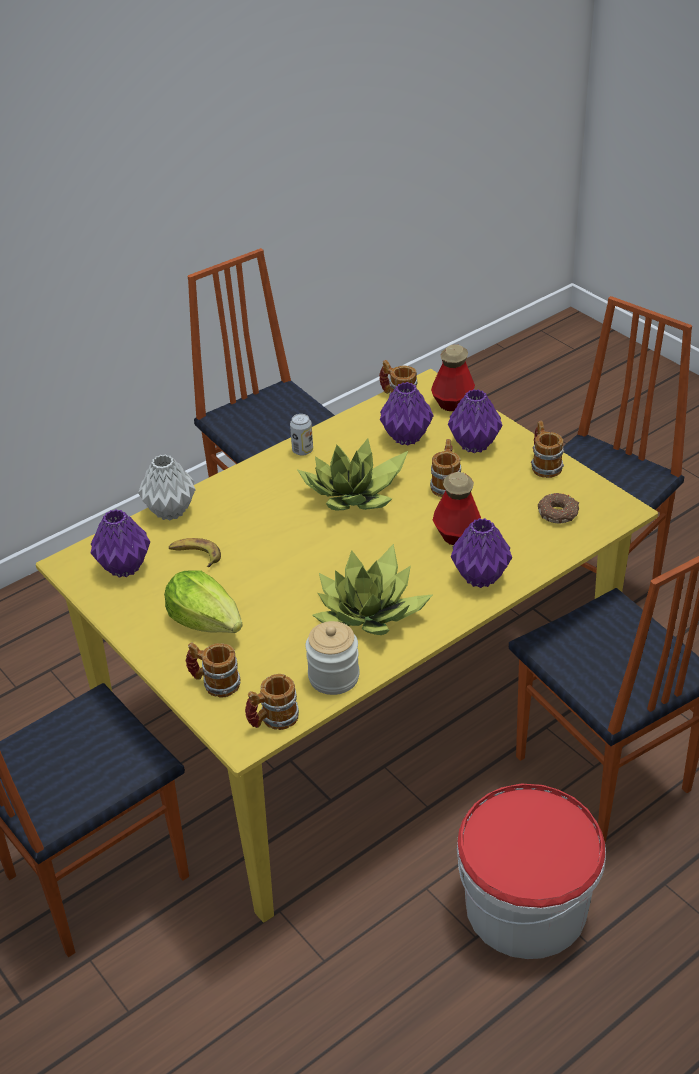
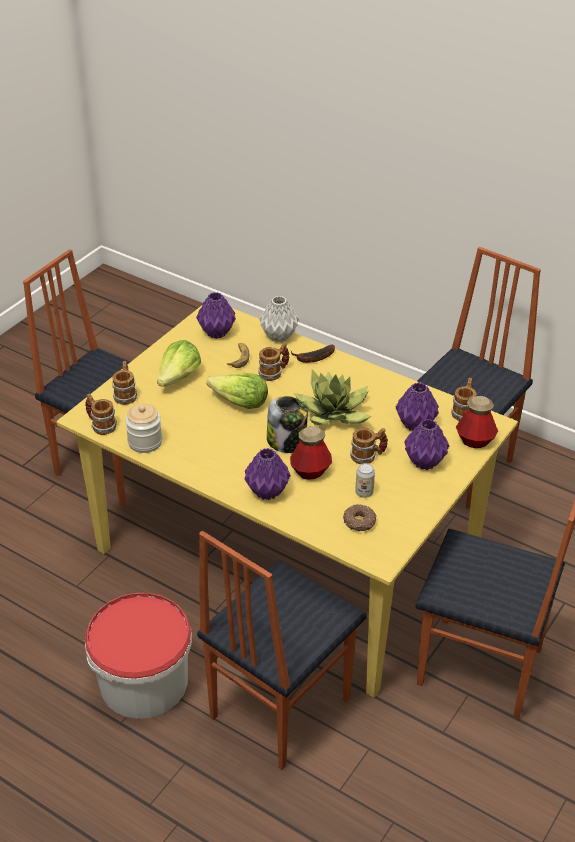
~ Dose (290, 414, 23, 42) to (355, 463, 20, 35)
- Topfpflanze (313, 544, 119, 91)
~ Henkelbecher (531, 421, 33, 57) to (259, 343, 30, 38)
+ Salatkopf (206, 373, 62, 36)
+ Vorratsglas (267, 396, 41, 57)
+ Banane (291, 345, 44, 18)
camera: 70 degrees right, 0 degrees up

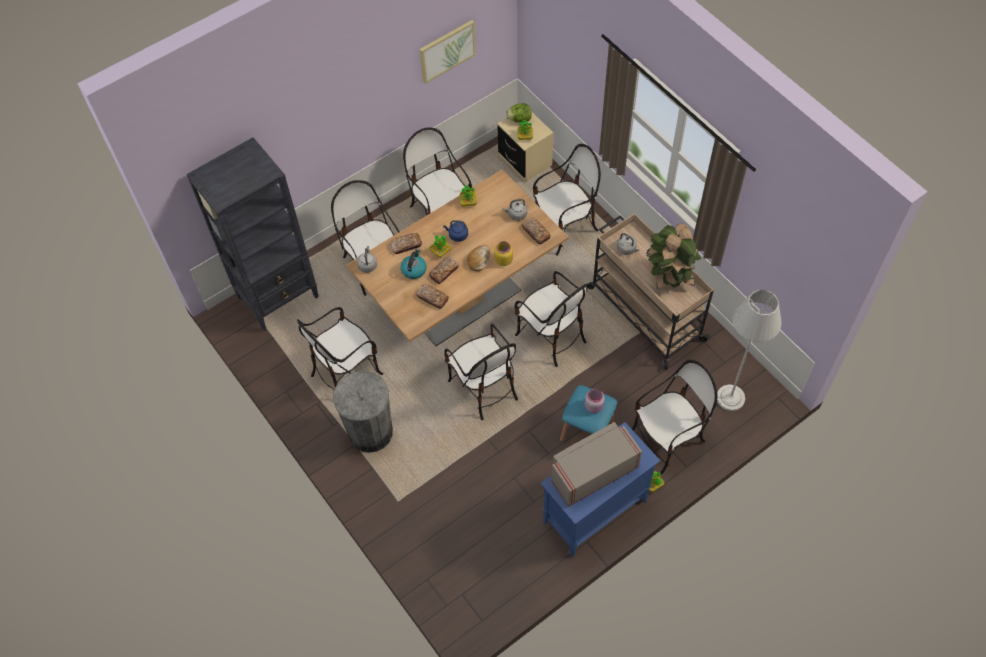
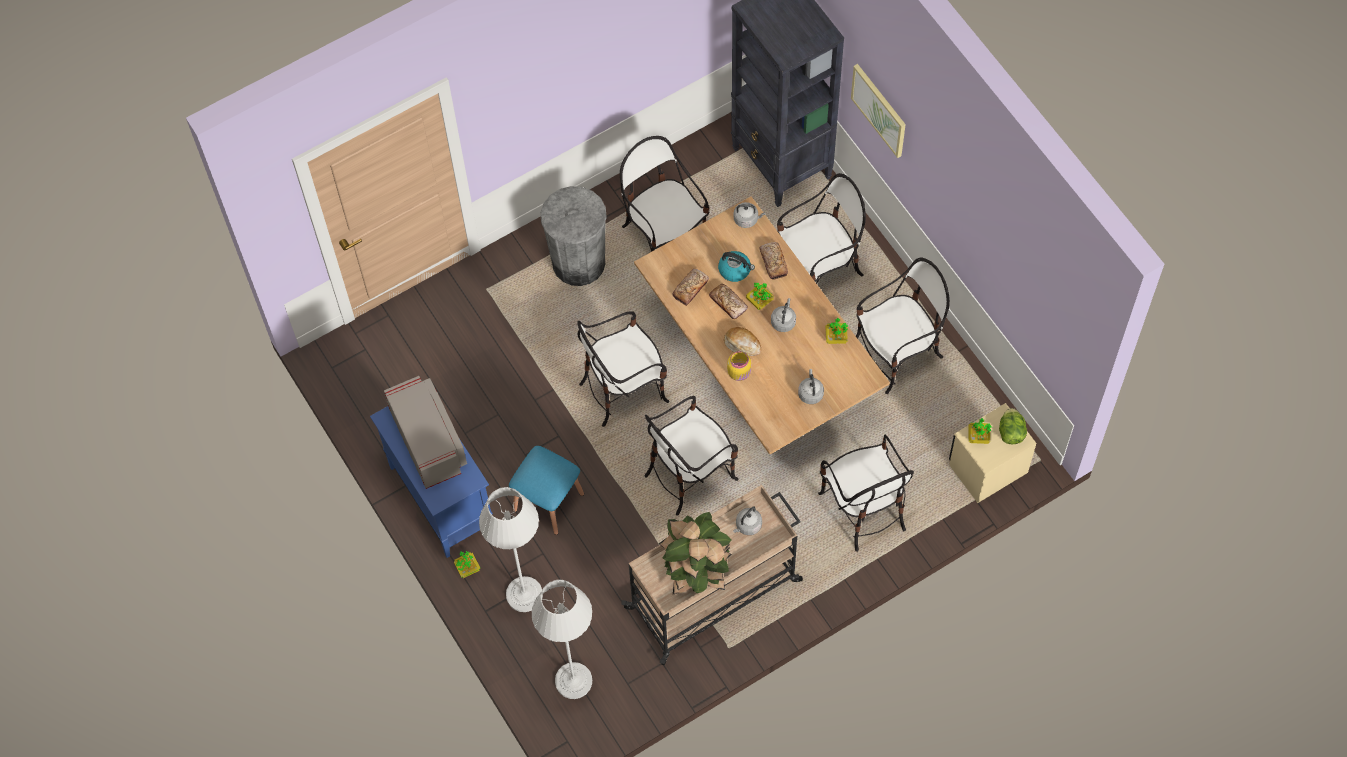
~ Bild (420, 20, 56, 64) to (851, 64, 55, 94)
~ Wasserkessel [blau] (443, 220, 25, 22) to Wasserkessel [grau] (771, 298, 25, 34)
- Brot (522, 218, 29, 26)
- Vorratsglas [rosa] (585, 389, 20, 24)
~ Stuhl (632, 360, 86, 114) to Stehlampe [grau] (479, 487, 64, 125)
camera: 95 degrees right, 5 degrees up

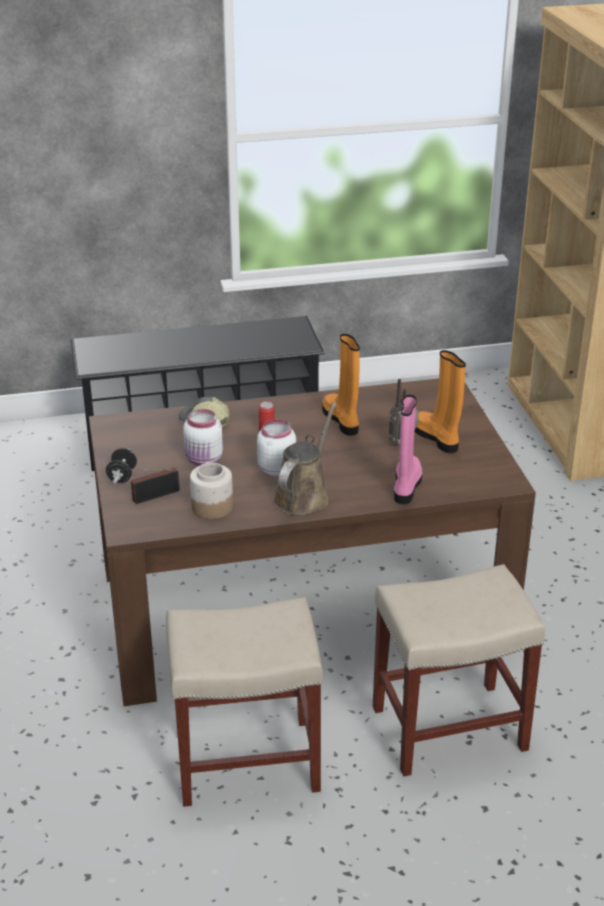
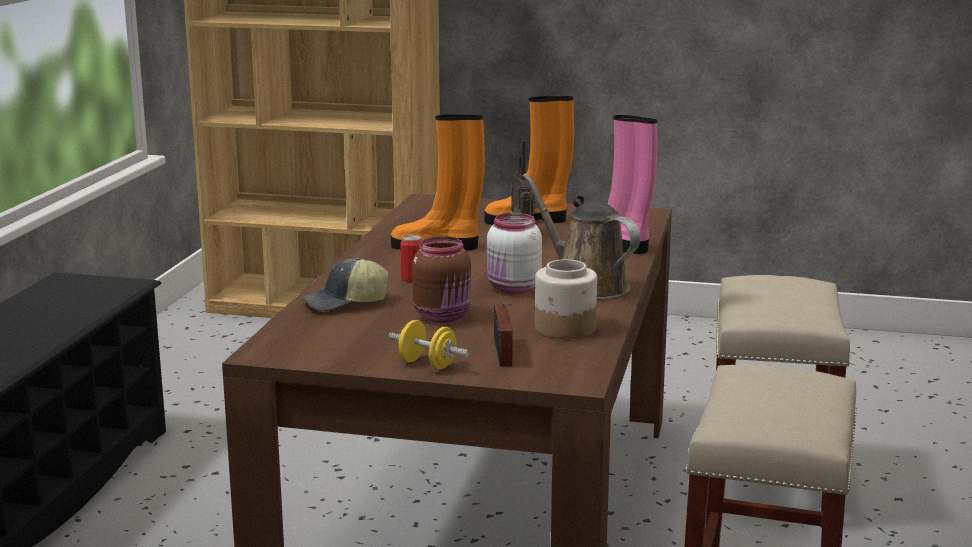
~ Hantel [schwarz] (106, 448, 31, 35) to Hantel [gelb] (388, 320, 81, 49)
~ Vorratsglas [weiß] (183, 409, 40, 57) to Vorratsglas [braun] (412, 236, 59, 87)
camera: 65 degrees left, 15 degrees down

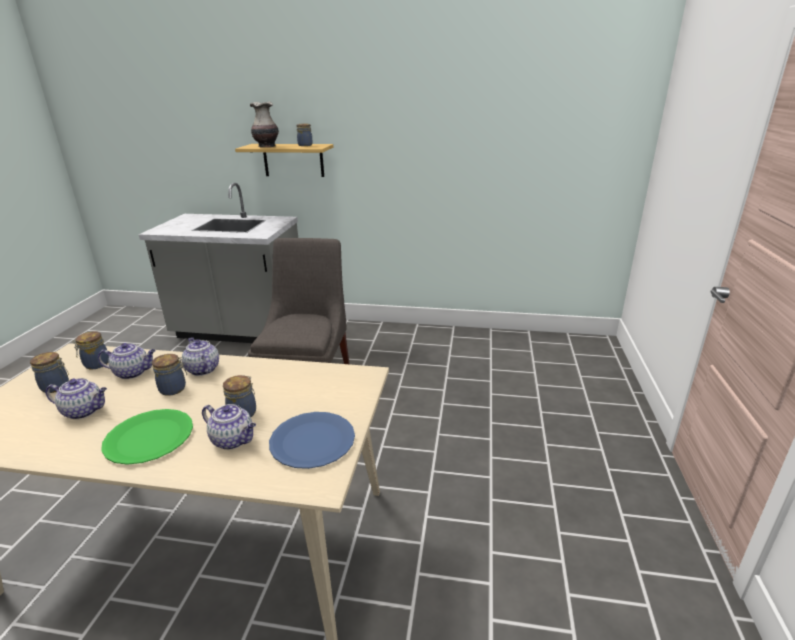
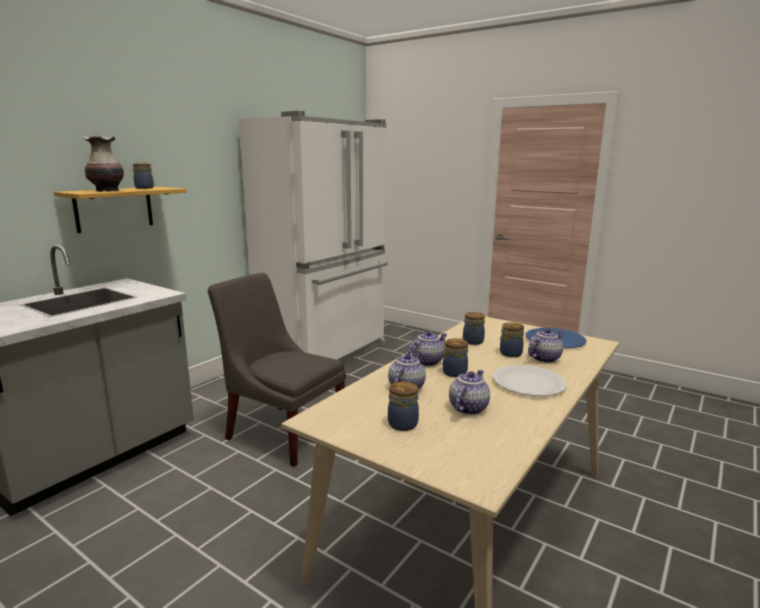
~ Vorratsglas (72, 331, 37, 38) to (463, 312, 22, 33)
~ Teller [grün] (101, 409, 92, 56) to Teller [weiß] (493, 365, 74, 31)
~ Teekanne (182, 337, 37, 39) = (408, 331, 39, 35) 150 degrees clockwise
+ Kühlschrank [weiß] (239, 111, 149, 252)
camera: 65 degrees left, 10 degrees down

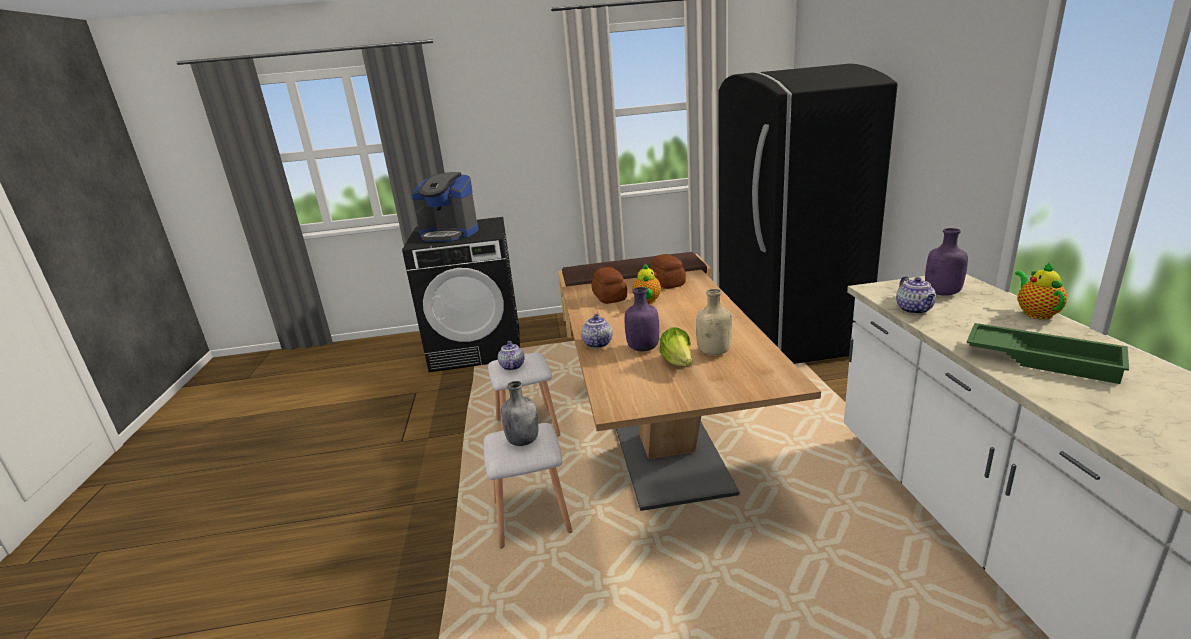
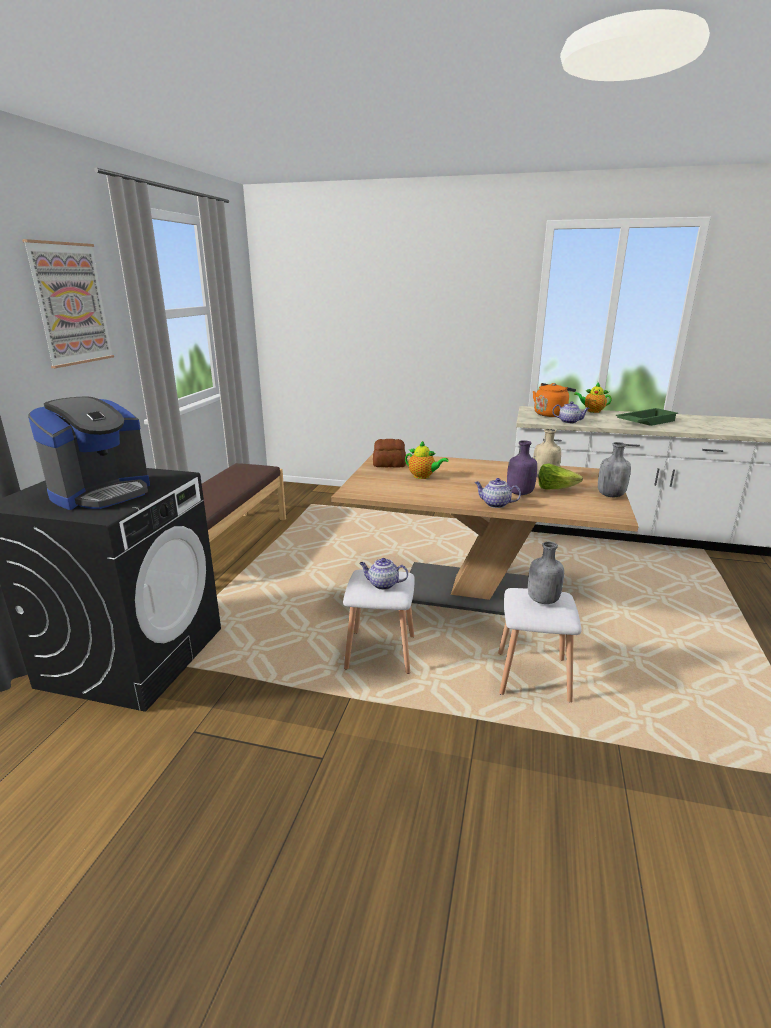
- Brot (592, 267, 35, 37)
- Kühlschrank [schwarz] (718, 64, 180, 300)
~ Flasche [lila] (925, 228, 43, 68) to Wasserkessel [orange] (533, 383, 43, 34)
+ Bild (22, 239, 92, 129)
+ Flasche [grau] (598, 442, 33, 55)
camera: 70 degrees left, 0 degrees up

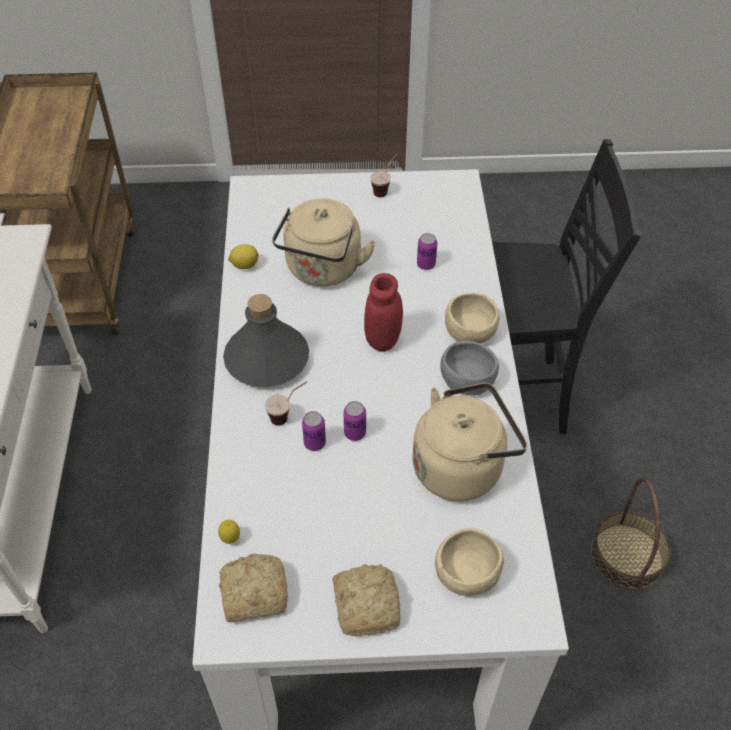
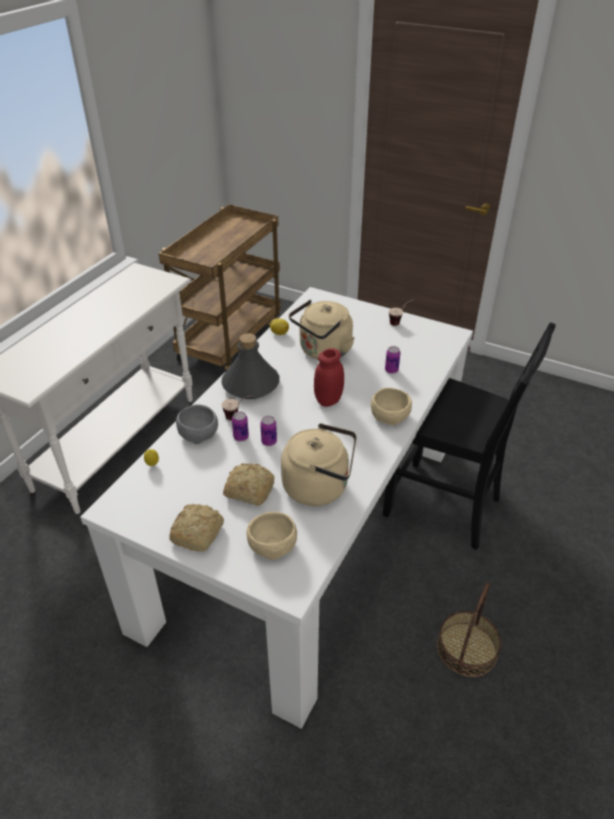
~ Brot (219, 553, 69, 69) to (223, 463, 51, 43)
~ Schüssel [grau] (440, 341, 59, 54) to (176, 404, 42, 40)
camera: 30 degrees right, 10 degrees down

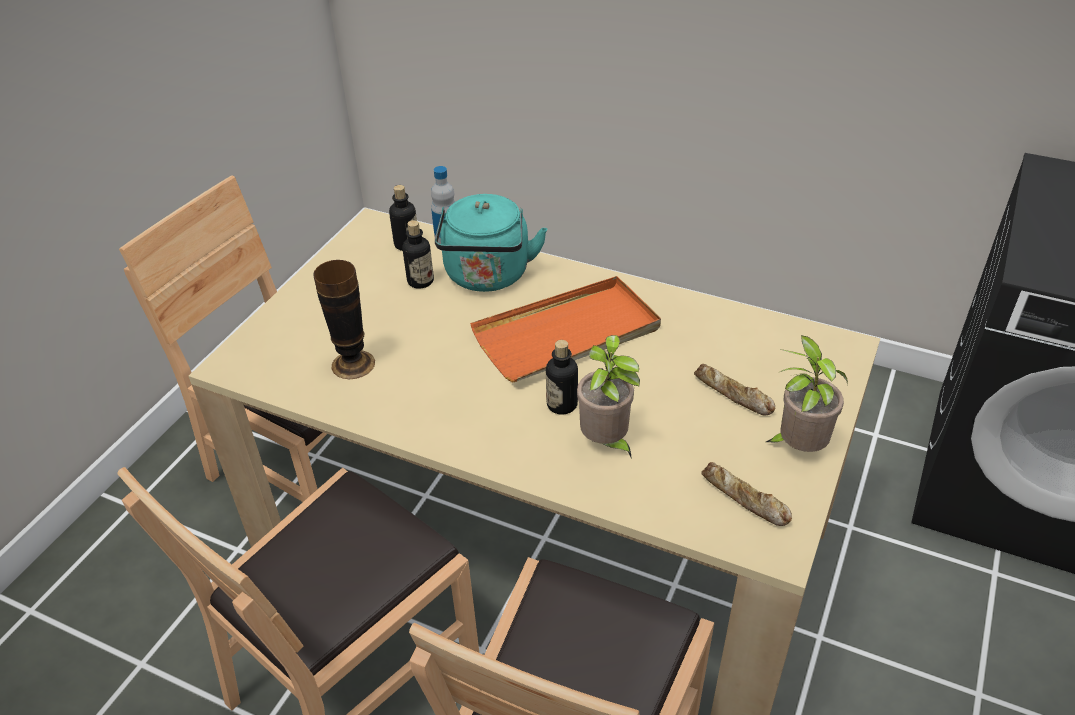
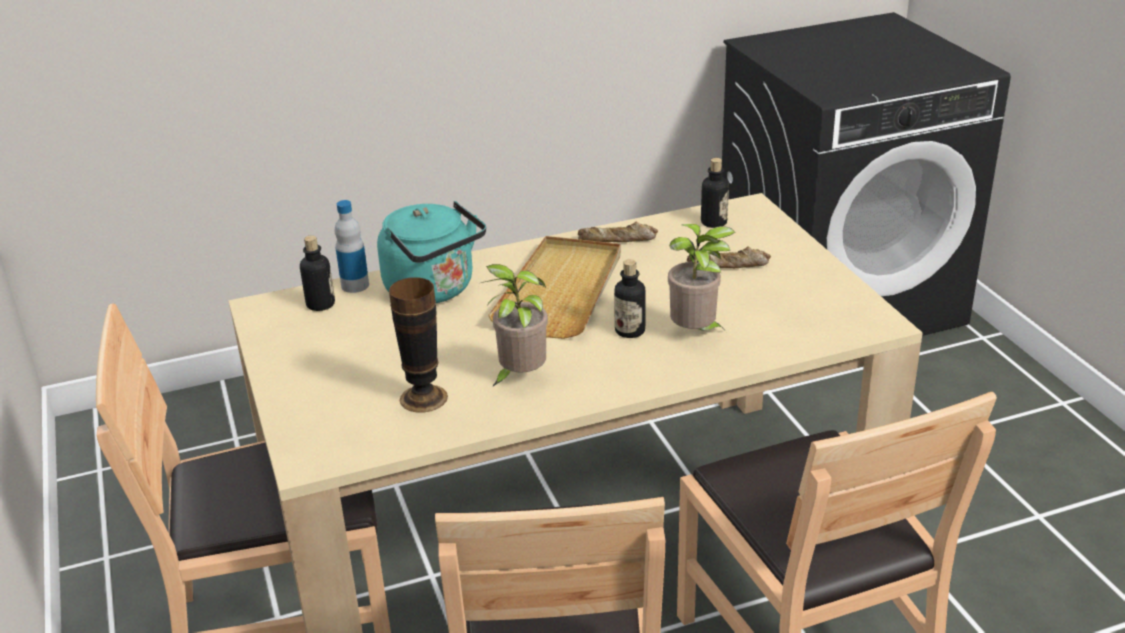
~ Flasche (403, 220, 31, 69) to (701, 158, 28, 70)
~ Tablett [orange] (470, 276, 191, 107) to Tablett [beige] (488, 236, 133, 103)
~ Brot (701, 462, 91, 64) to (578, 221, 80, 21)
~ Topfpflanze (766, 335, 82, 117) to (481, 264, 67, 123)
camera: 45 degrees left, 10 degrees down

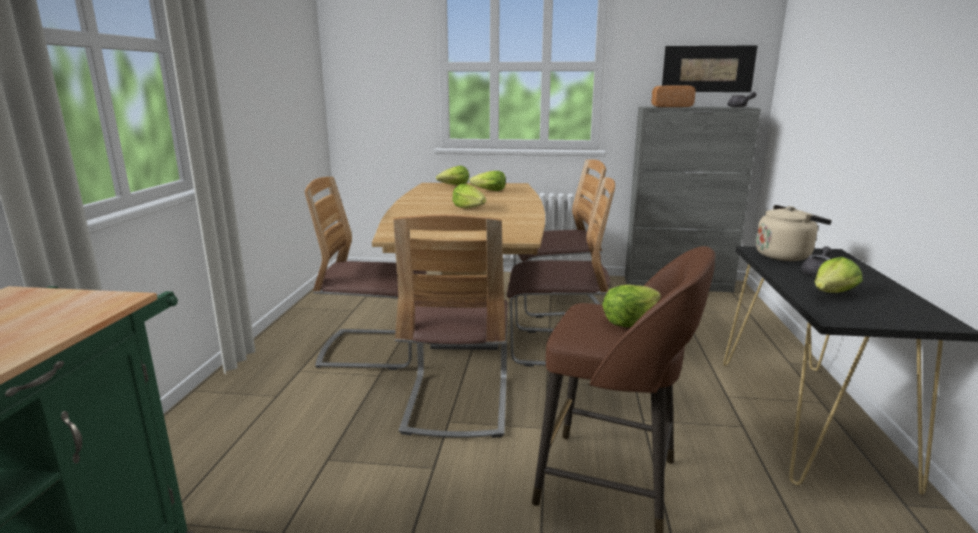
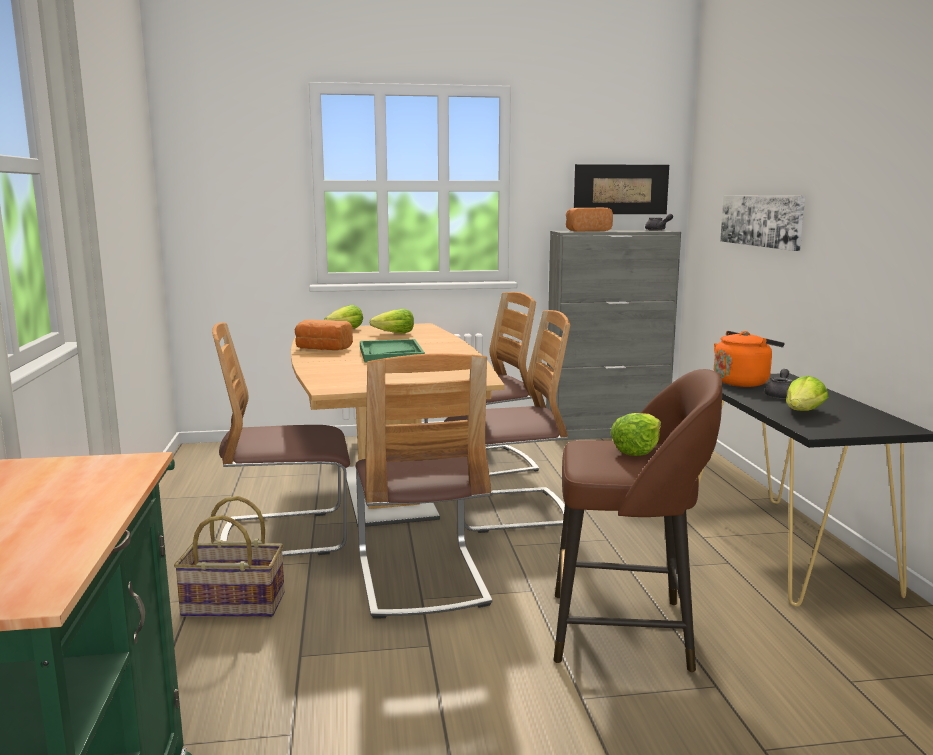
~ Salatkopf (452, 184, 34, 24) to Tablett [grün] (360, 339, 65, 23)
~ Wasserkessel [beige] (756, 205, 76, 56) to Wasserkessel [orange] (714, 331, 70, 56)
+ Korb (174, 496, 111, 121)
+ Brot (295, 320, 58, 30)
+ Bild (720, 195, 85, 56)
camera: 15 degrees left, 5 degrees down

